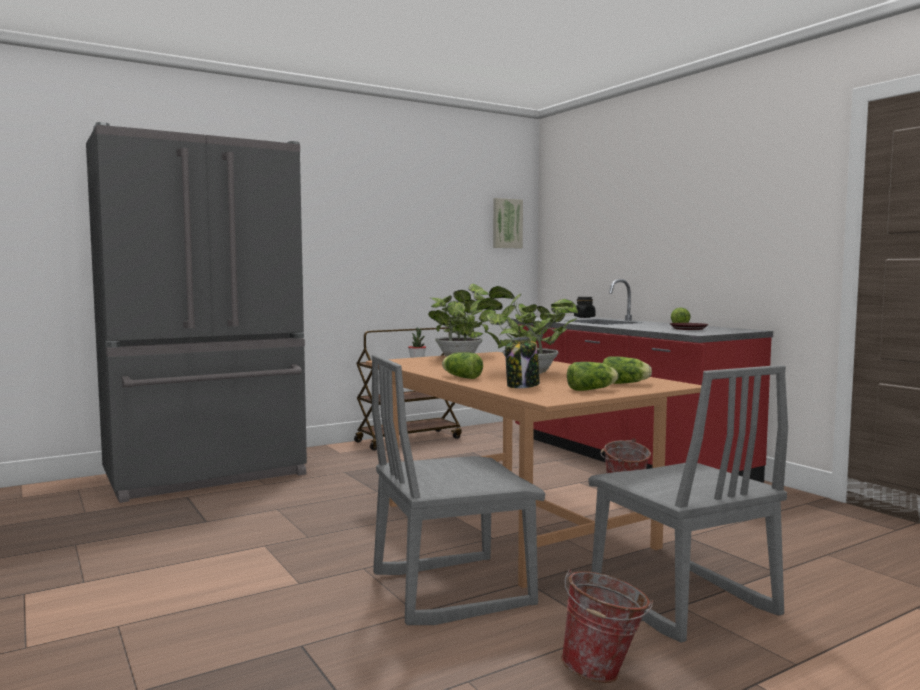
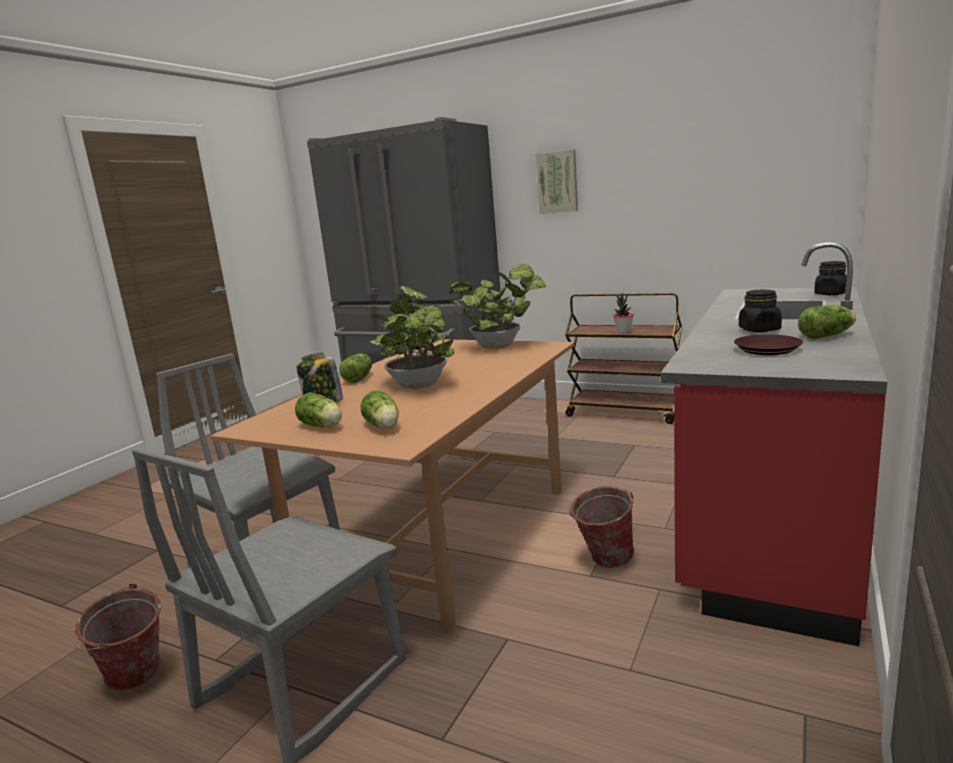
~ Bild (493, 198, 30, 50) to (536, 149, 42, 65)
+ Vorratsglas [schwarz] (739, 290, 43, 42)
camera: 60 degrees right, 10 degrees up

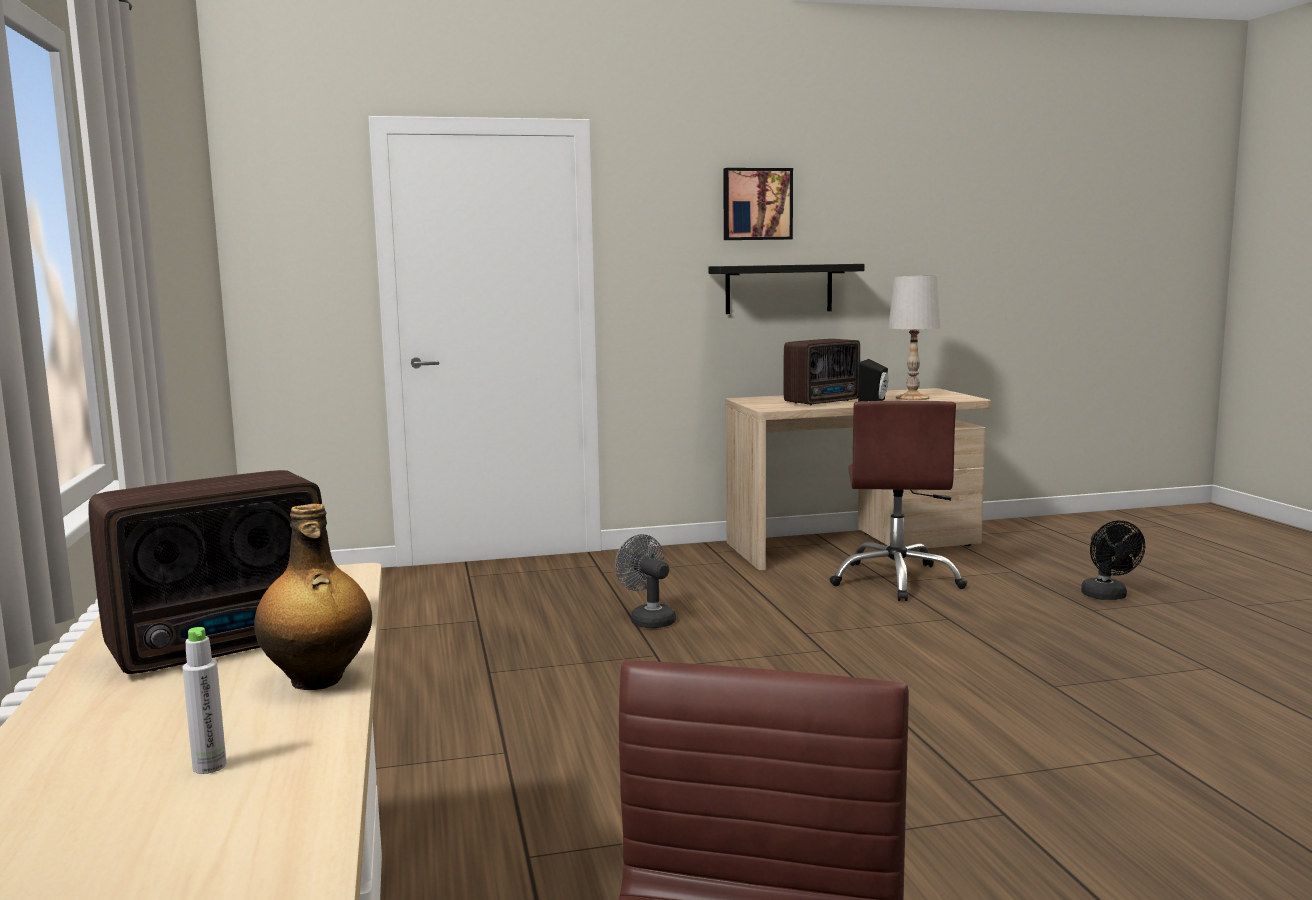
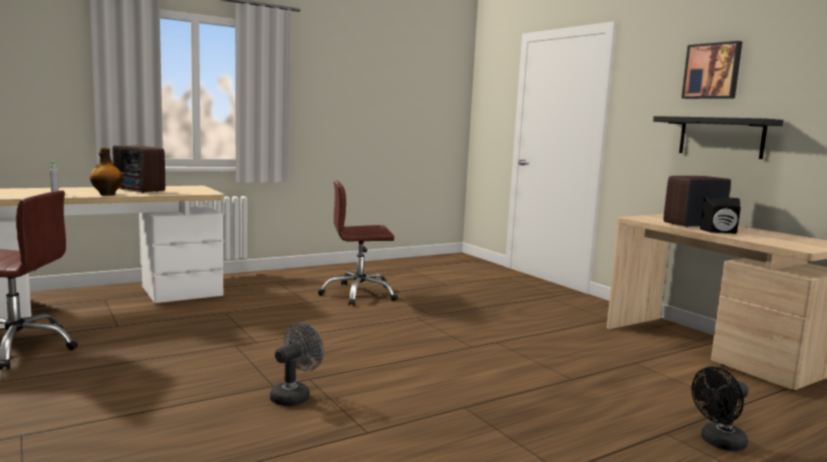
~ Ventilator [grau] (615, 534, 61, 94) to (270, 322, 54, 84)
~ Radio (783, 339, 77, 66) = (664, 176, 67, 51) 120 degrees clockwise
~ Bürostuhl [braun] (829, 401, 138, 200) to (318, 180, 80, 126)
- Tischlampe [weiß] (888, 276, 53, 124)
camera: 70 degrees right, 0 degrees up

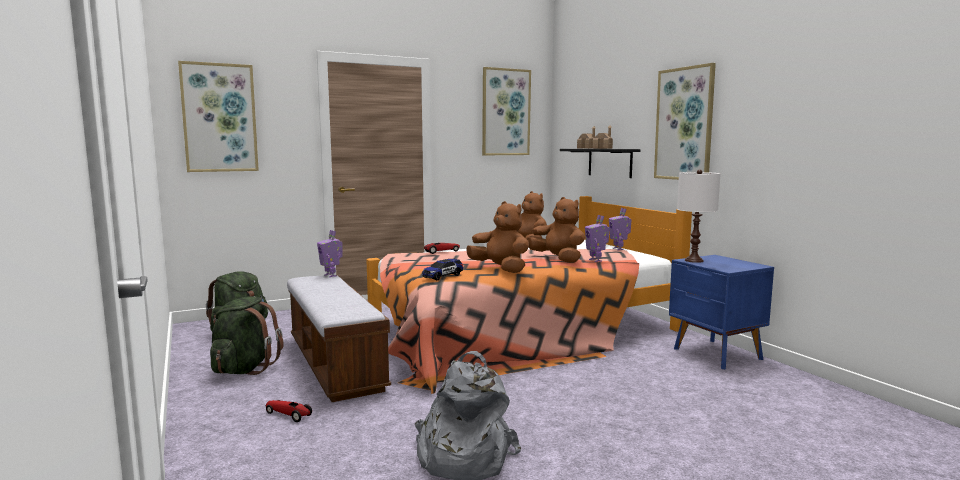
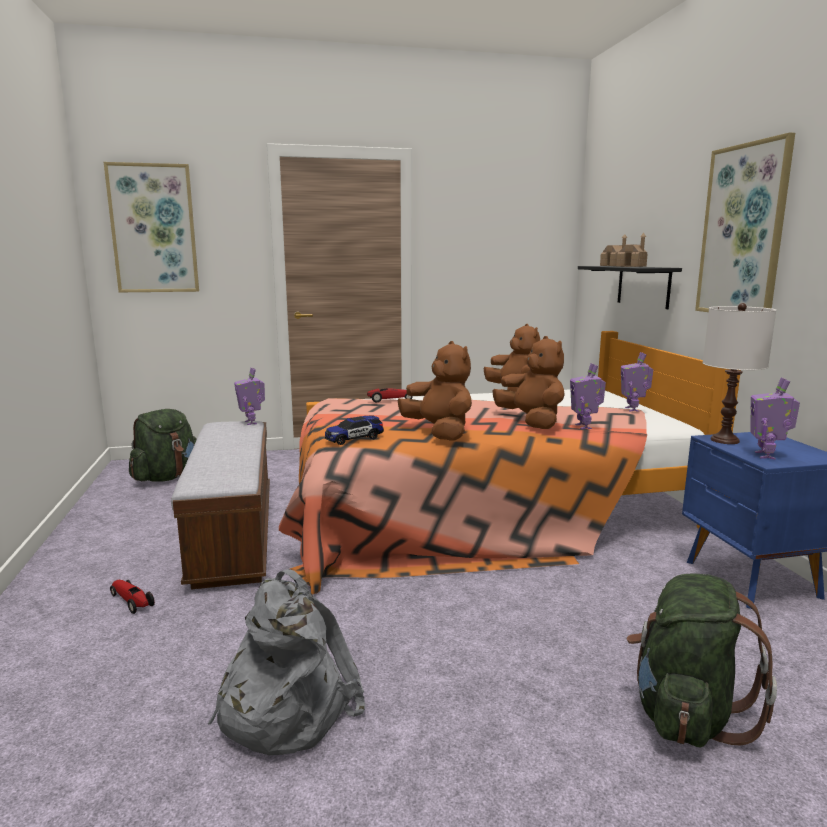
~ Rucksack [grün] (210, 296, 73, 79) to (626, 573, 151, 175)
- Bild (482, 67, 49, 88)
+ Spielzeugroboter (750, 378, 50, 82)
camera: 15 degrees right, 5 degrees up

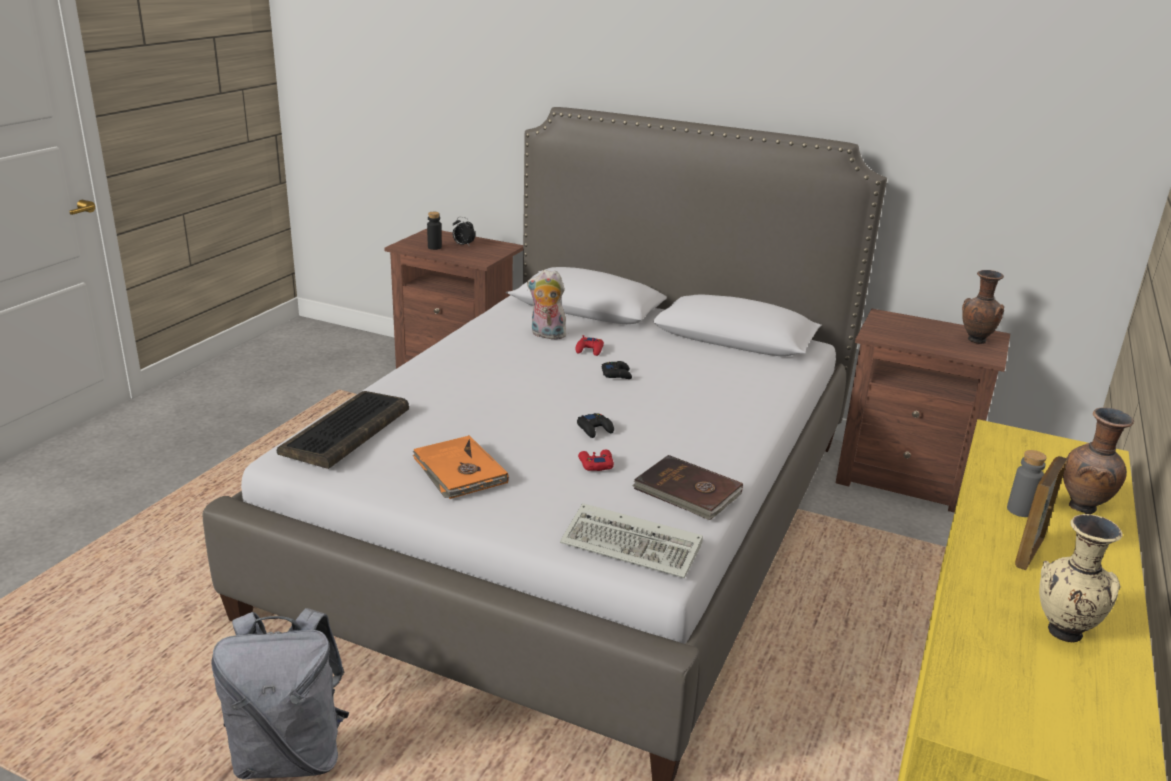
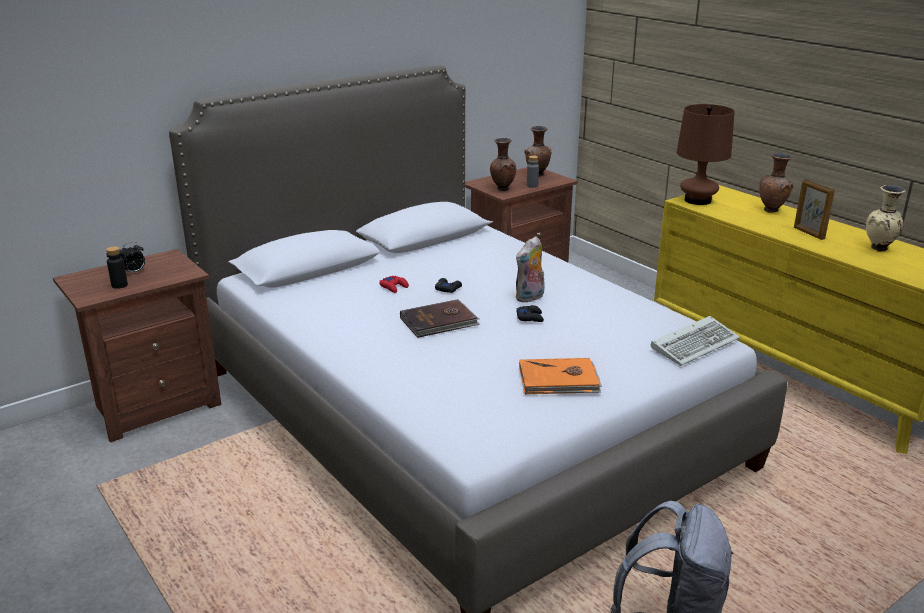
- Tastatur (276, 391, 133, 78)
~ Plüschtier (527, 270, 41, 69) to (516, 236, 29, 67)
- Gamepad [rot] (578, 449, 36, 22)
~ Buch [braun] (632, 455, 111, 65) to (400, 299, 80, 39)
~ Flasche [grau] (1007, 450, 40, 67) to (527, 155, 12, 33)
+ Vase [braun] (490, 138, 26, 53)
+ Tischlampe [braun] (677, 104, 58, 101)
camera: 60 degrees left, 0 degrees up

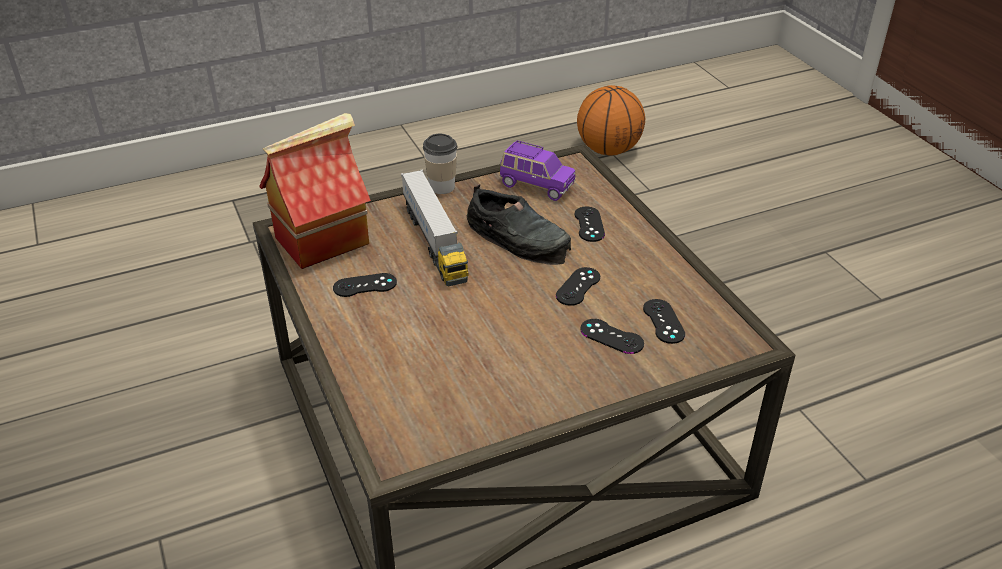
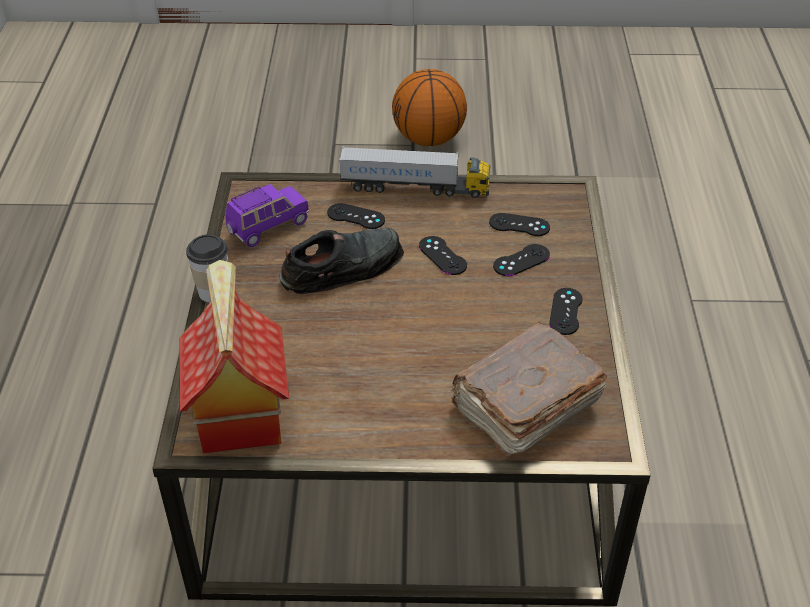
~ Gamepad [schwarz] (333, 273, 64, 24) to (549, 288, 34, 47)
~ Spielzeuglaster (401, 169, 68, 117) to (339, 146, 151, 52)
~ Basketball (577, 85, 68, 71) to (392, 69, 75, 77)
+ Buch [braun] (451, 321, 156, 136)
camera: 65 degrees left, 5 degrees up

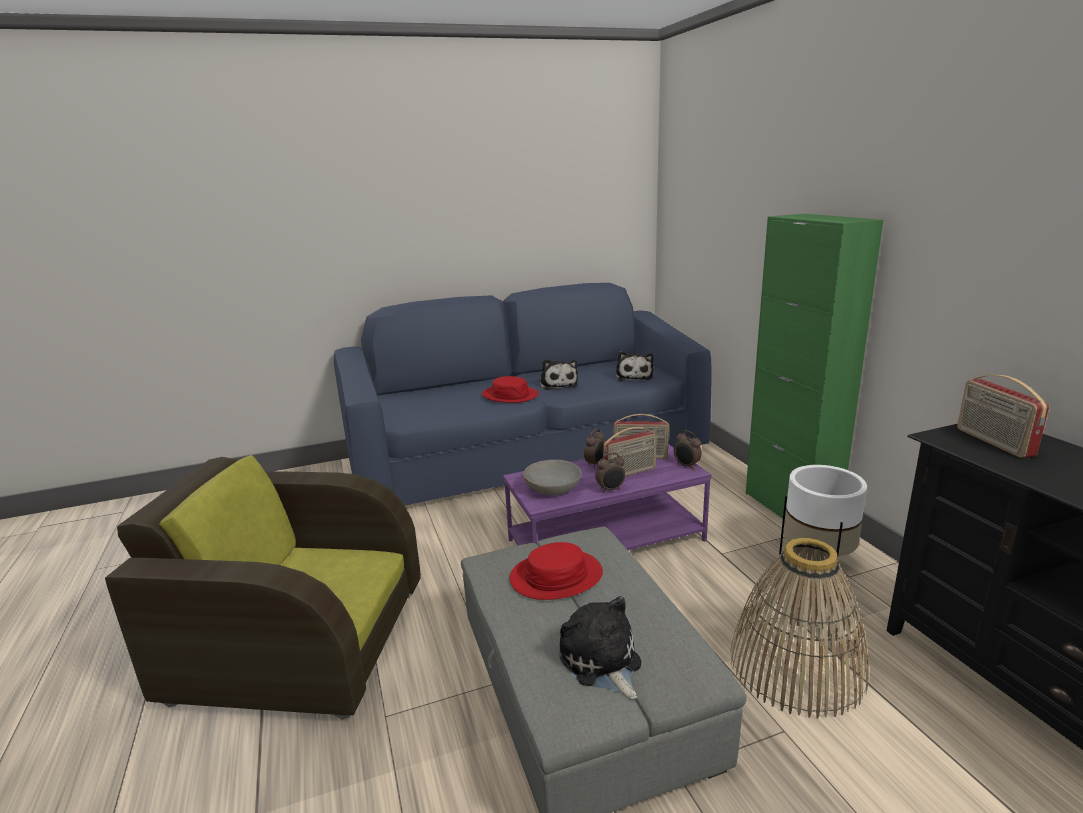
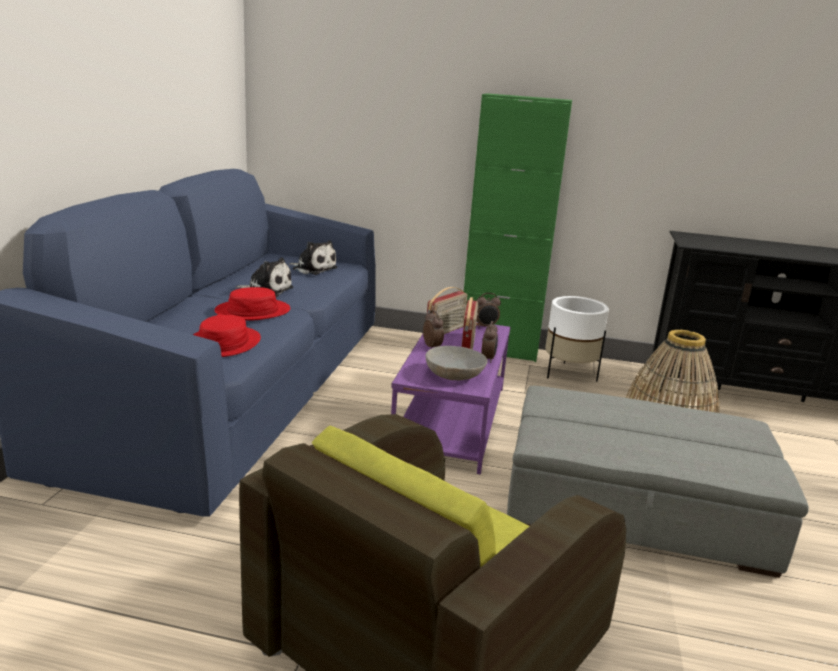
~ Hut [rot] (510, 542, 93, 58) to (193, 315, 68, 42)
- Plüschtier (560, 596, 81, 103)
- Radio (957, 375, 92, 83)
camera: 60 degrees left, 0 degrees up

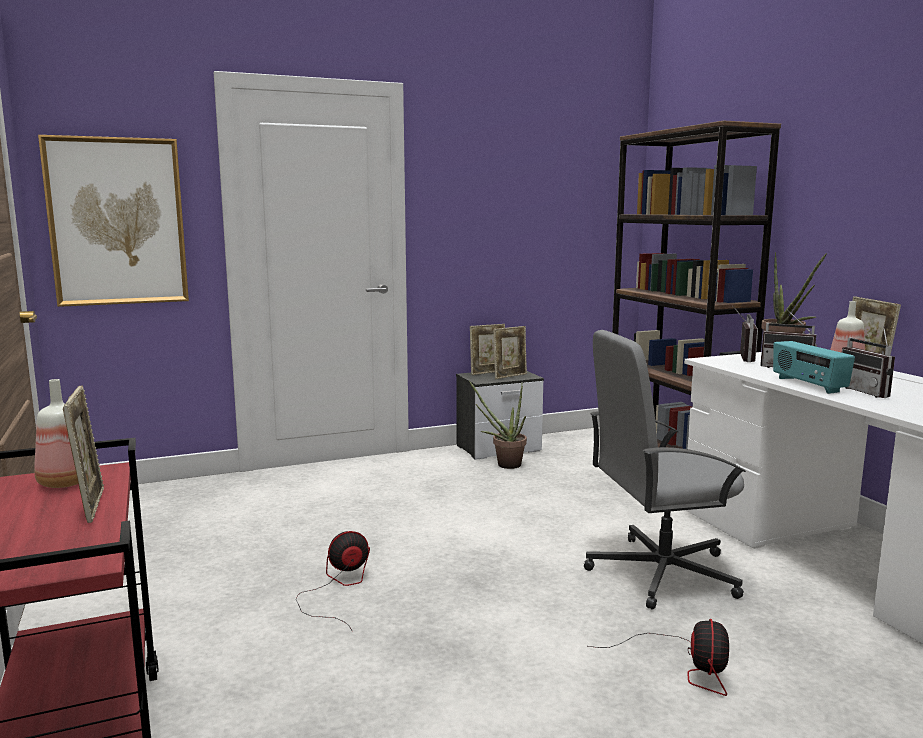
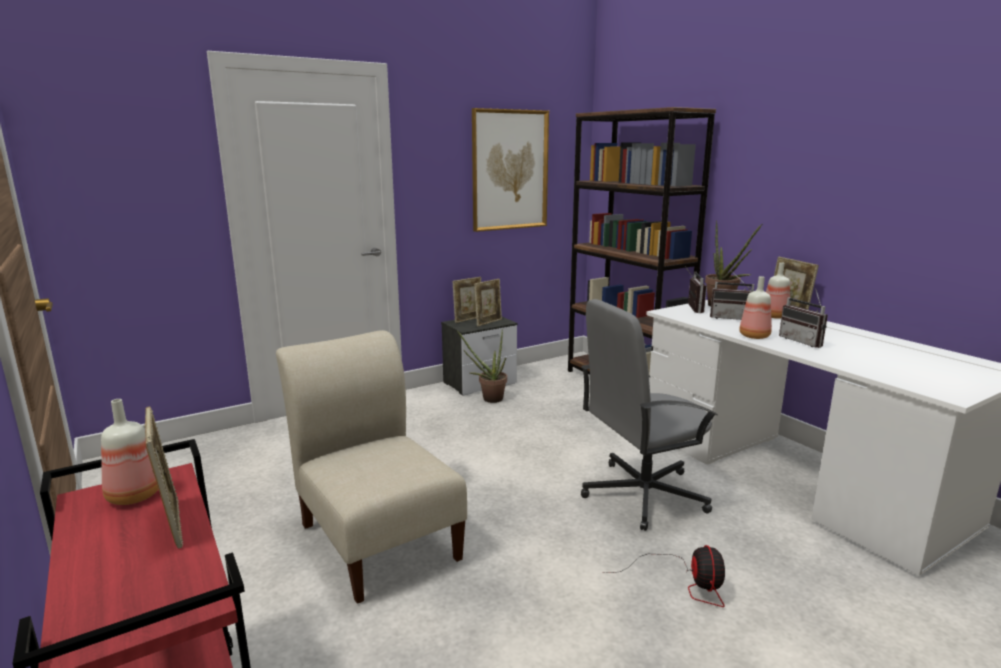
~ Bild (38, 135, 151, 172) to (472, 108, 77, 124)
~ Ventilator (296, 531, 74, 101) to Stuhl [beige] (276, 330, 191, 274)
~ Radio (773, 341, 82, 53) to Flasche (739, 276, 33, 63)
camera: 10 degrees left, 5 degrees up

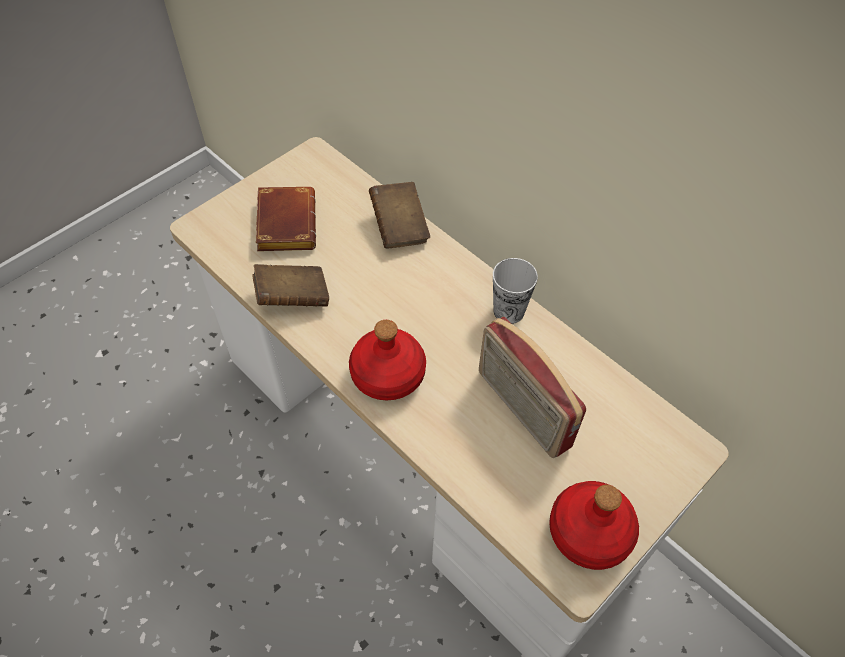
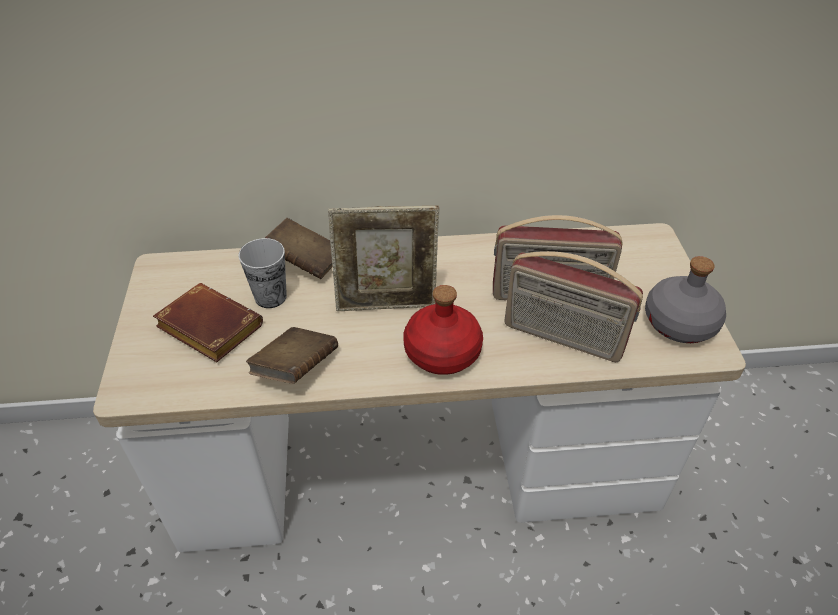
~ Tasse (493, 258, 45, 66) to (238, 238, 49, 70)
~ Flasche [rot] (549, 481, 90, 89) to Flasche [grau] (645, 256, 81, 87)
+ Bilderrahmen (328, 206, 111, 105)
+ Radio (504, 251, 139, 111)
camera: 50 degrees left, 10 degrees down

